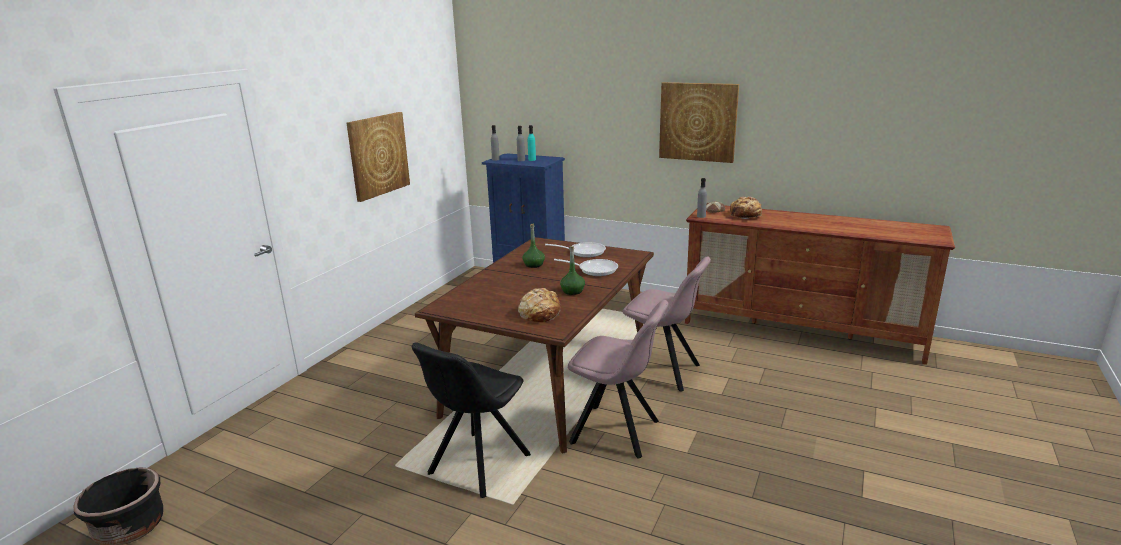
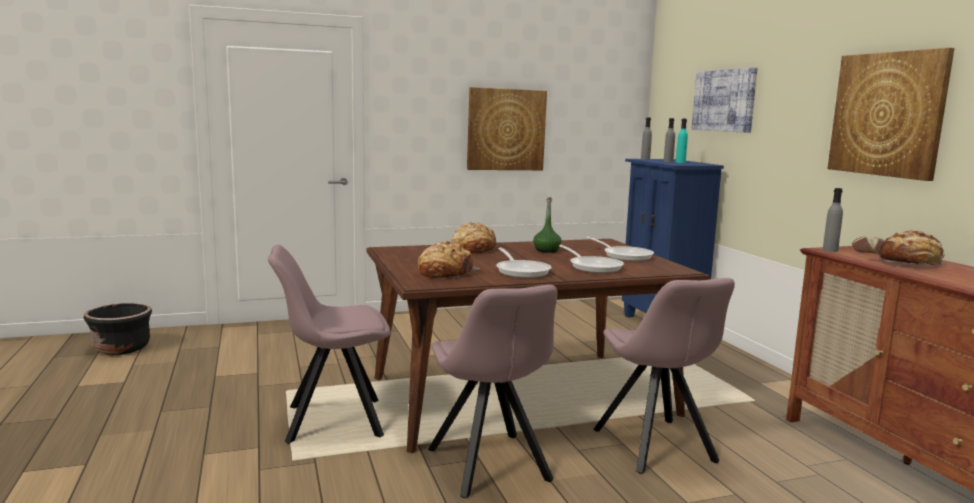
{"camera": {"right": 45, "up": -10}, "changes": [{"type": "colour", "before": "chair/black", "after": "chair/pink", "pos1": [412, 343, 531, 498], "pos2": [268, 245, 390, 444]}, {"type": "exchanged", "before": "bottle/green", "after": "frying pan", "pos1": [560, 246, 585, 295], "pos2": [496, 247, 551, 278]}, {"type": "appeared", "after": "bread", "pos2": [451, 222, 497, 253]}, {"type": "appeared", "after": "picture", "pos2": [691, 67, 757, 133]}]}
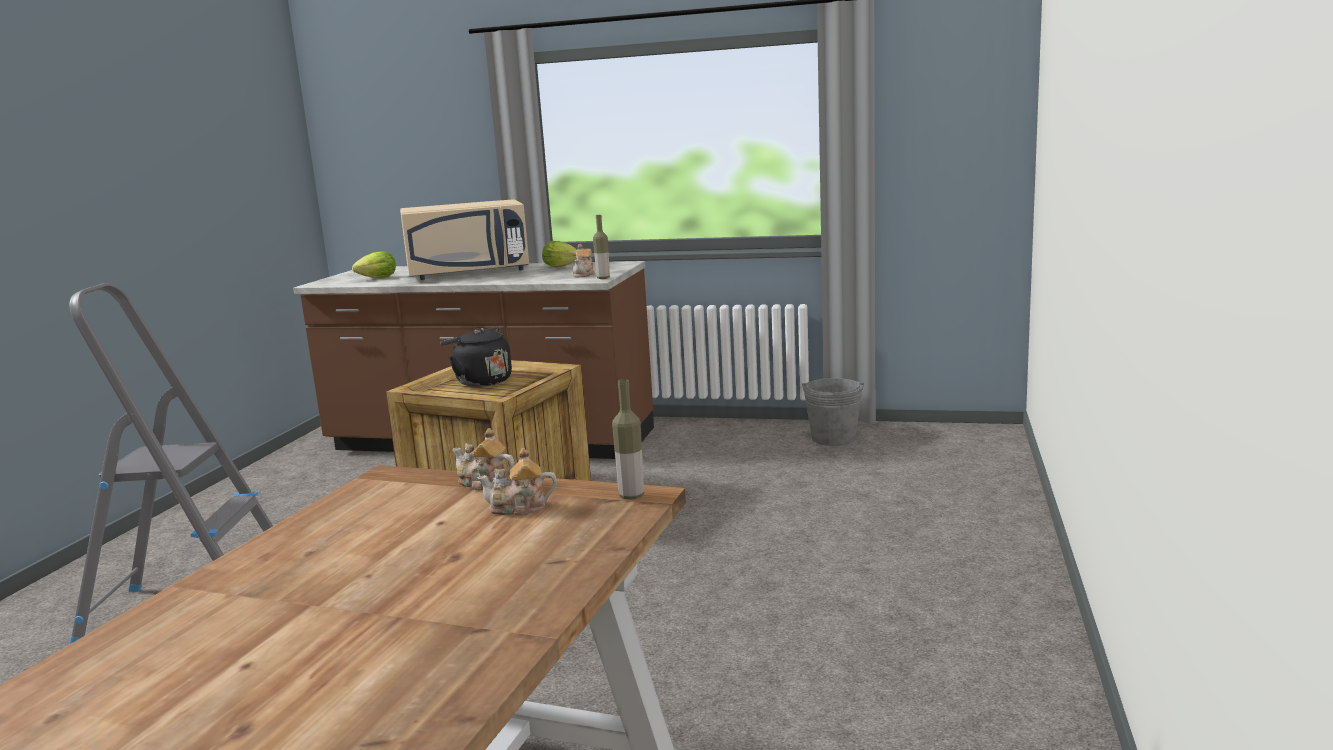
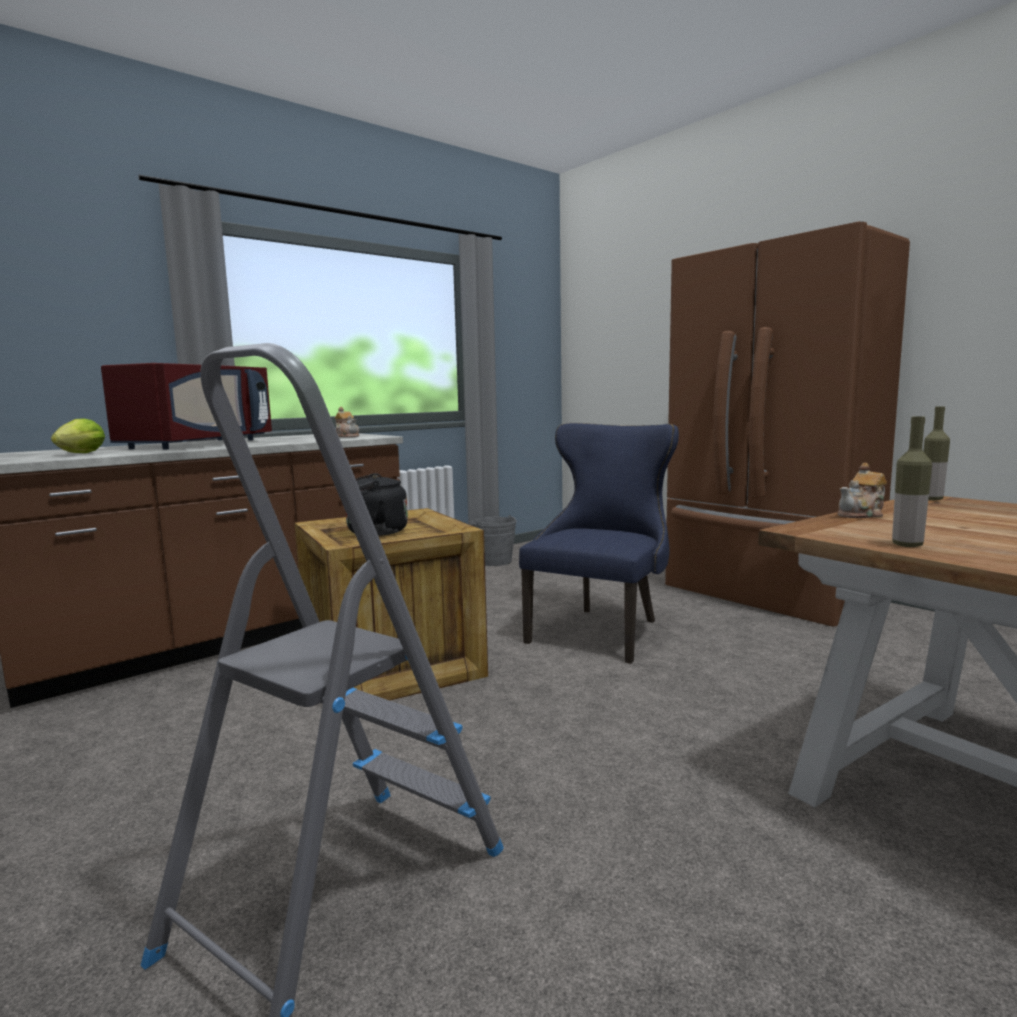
{"camera": {"right": -55, "up": -5}, "changes": [{"type": "colour", "before": "microwave/beige", "after": "microwave/red", "pos1": [400, 199, 529, 280], "pos2": [101, 363, 272, 450]}, {"type": "missing", "before": "teapot", "pos1": [477, 448, 557, 516]}, {"type": "missing", "before": "lettuce", "pos1": [542, 241, 577, 267]}, {"type": "relocated", "before": "bottle", "pos1": [593, 215, 610, 279], "pos2": [892, 416, 932, 547]}, {"type": "appeared", "after": "chair/blue", "pos2": [519, 423, 679, 664]}, {"type": "appeared", "after": "fridge/brown", "pos2": [665, 221, 910, 626]}]}
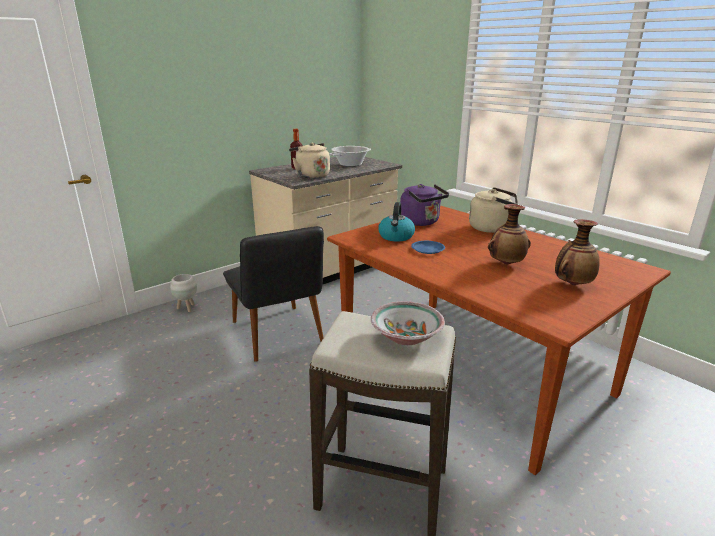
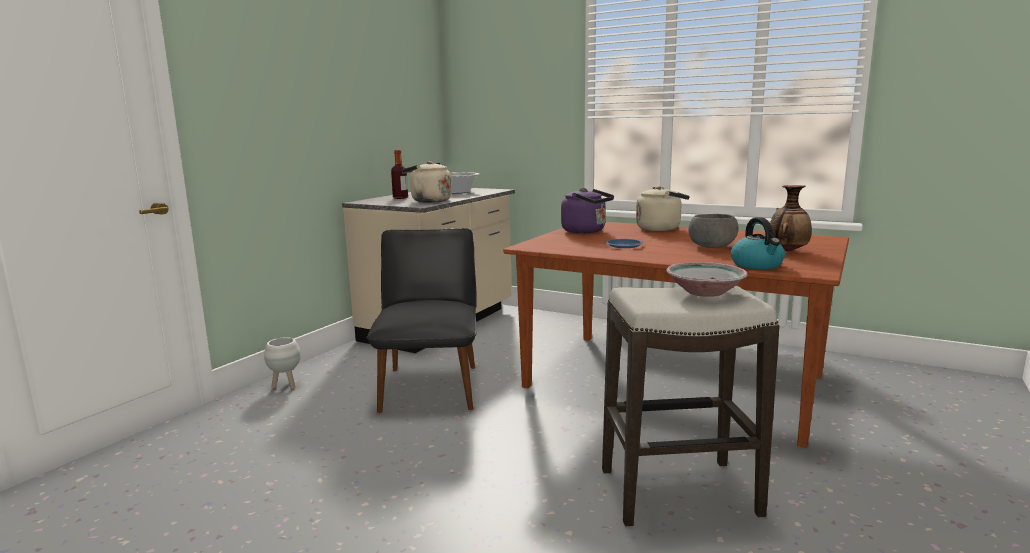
{"camera": {"right": -20, "up": -10}, "changes": [{"type": "spun", "before": "chair/black", "pos1": [223, 226, 324, 362], "pos2": [366, 228, 477, 413], "turn": -135}, {"type": "relocated", "before": "kettle", "pos1": [378, 202, 415, 241], "pos2": [731, 217, 785, 270]}, {"type": "exchanged", "before": "vase", "after": "bowl/grey", "pos1": [488, 204, 531, 265], "pos2": [688, 214, 739, 248]}]}
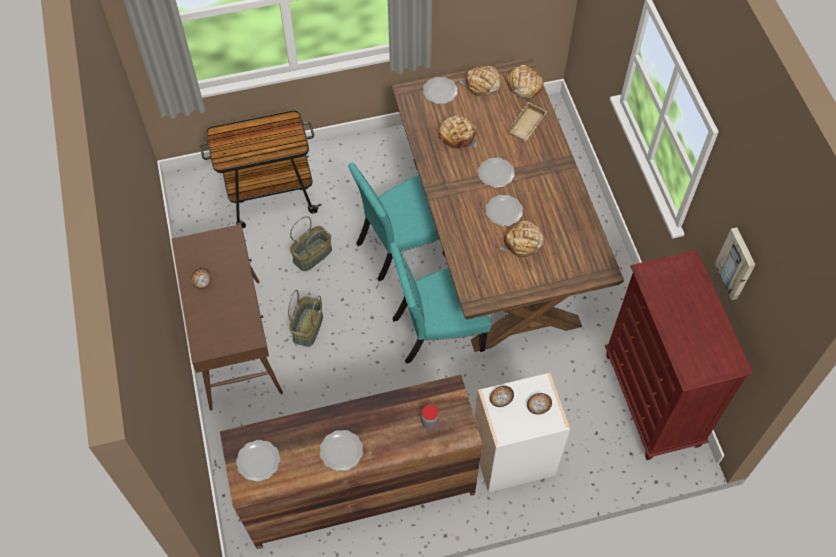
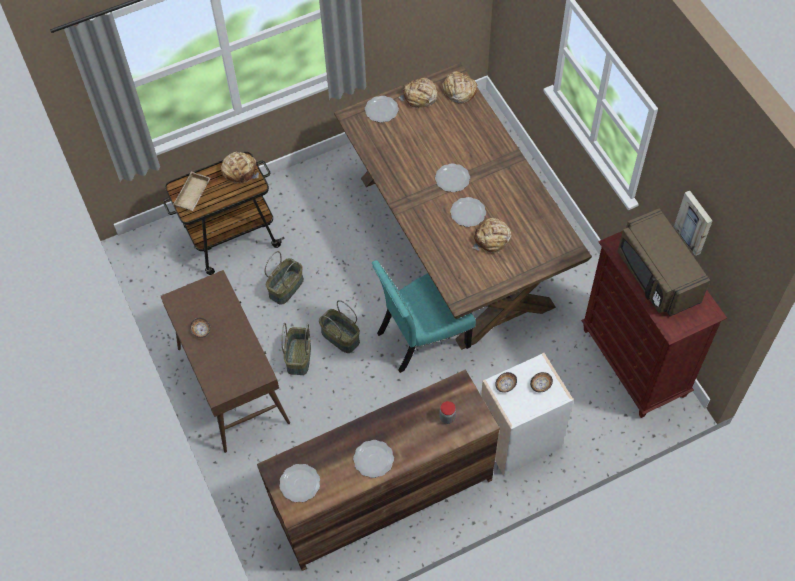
{"camera": {"right": -10, "up": 0}, "changes": [{"type": "missing", "before": "chair/turquoise", "pos1": [348, 163, 445, 281]}, {"type": "relocated", "before": "bread", "pos1": [439, 115, 477, 149], "pos2": [221, 152, 259, 184]}, {"type": "relocated", "before": "tray/beige", "pos1": [507, 102, 548, 141], "pos2": [173, 171, 210, 211]}, {"type": "appeared", "after": "basket", "pos2": [319, 300, 360, 353]}, {"type": "appeared", "after": "microwave/brown", "pos2": [617, 208, 710, 316]}]}
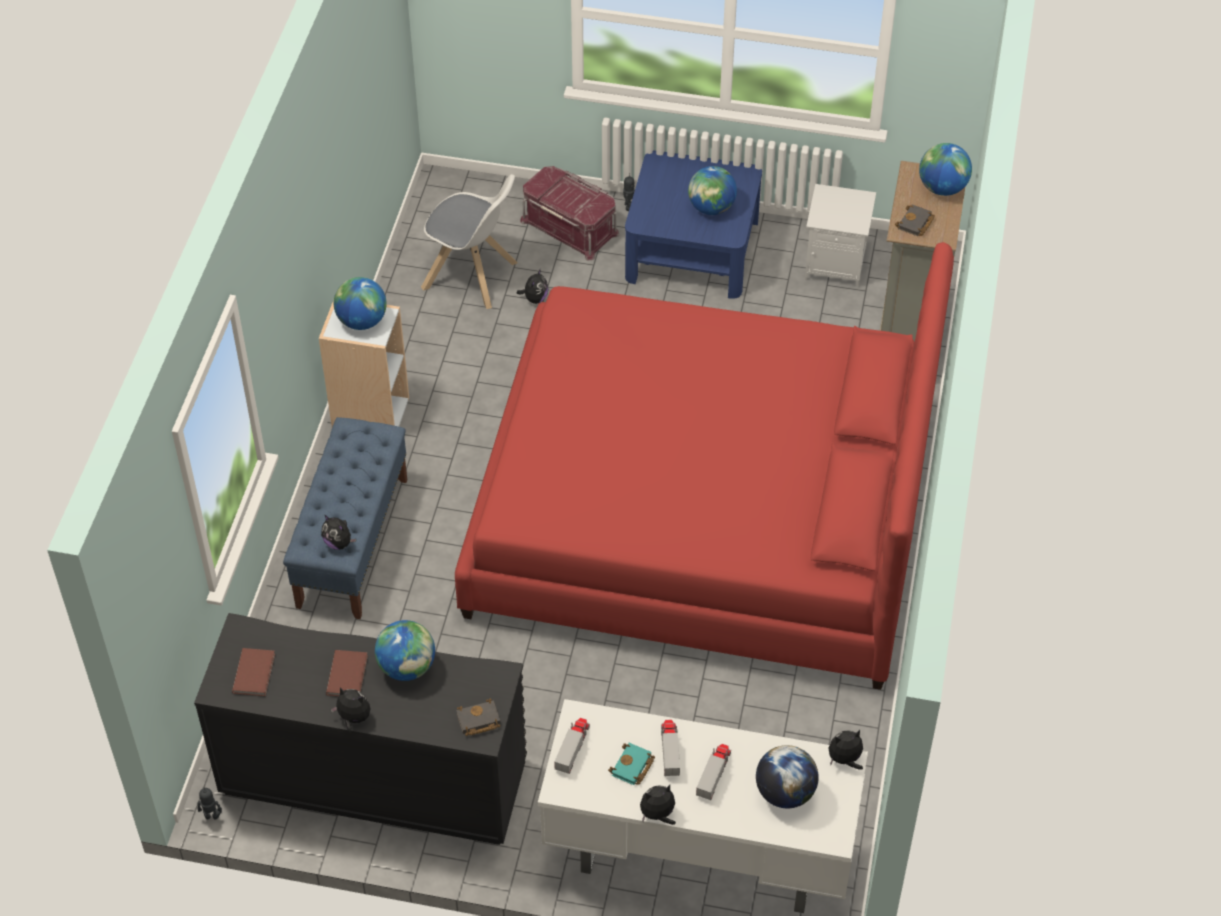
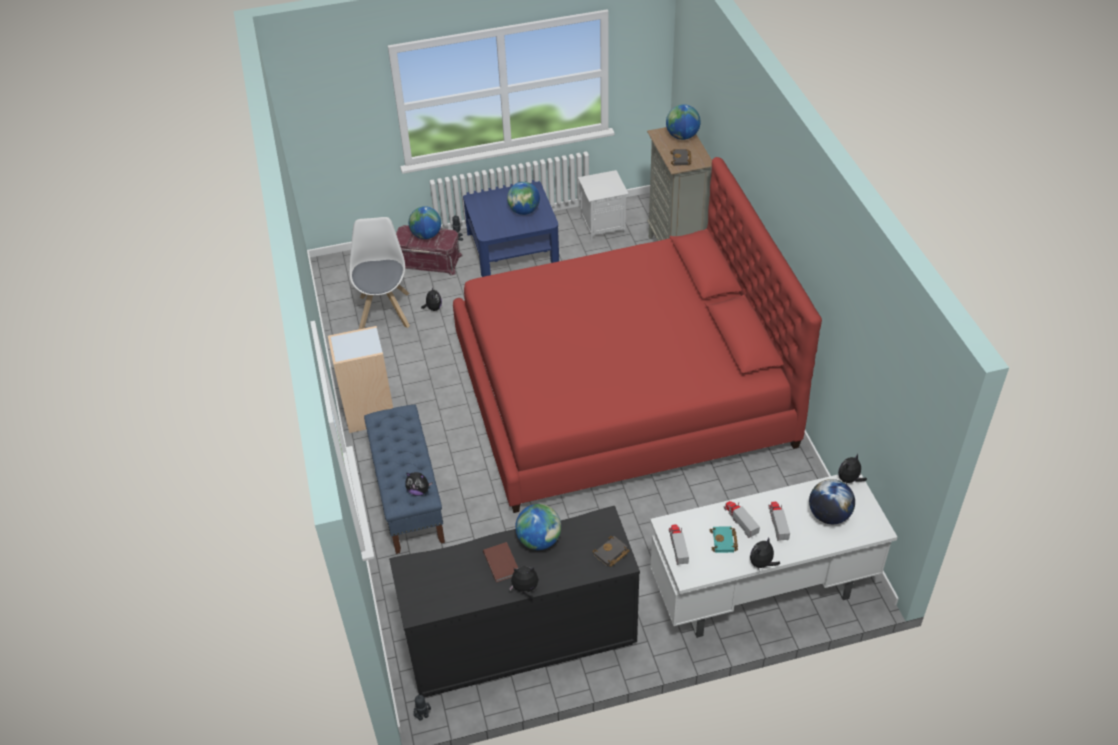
{"camera": {"right": -25, "up": -5}, "changes": [{"type": "missing", "before": "book/brown", "pos1": [232, 648, 275, 696]}, {"type": "relocated", "before": "globe", "pos1": [334, 277, 387, 330], "pos2": [409, 206, 441, 239]}, {"type": "spun", "before": "chair", "pos1": [421, 174, 518, 309], "pos2": [350, 217, 410, 329], "turn": -90}]}
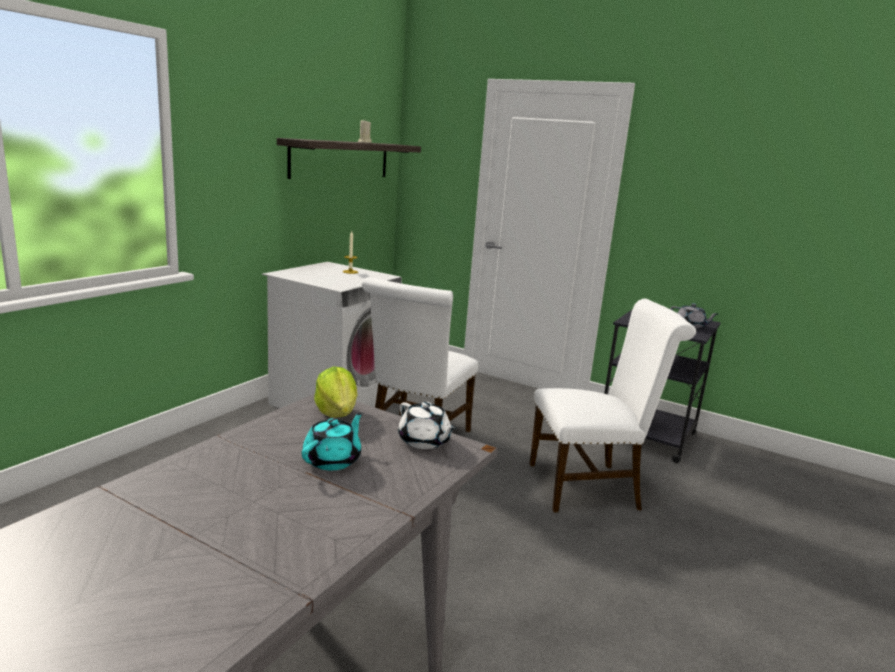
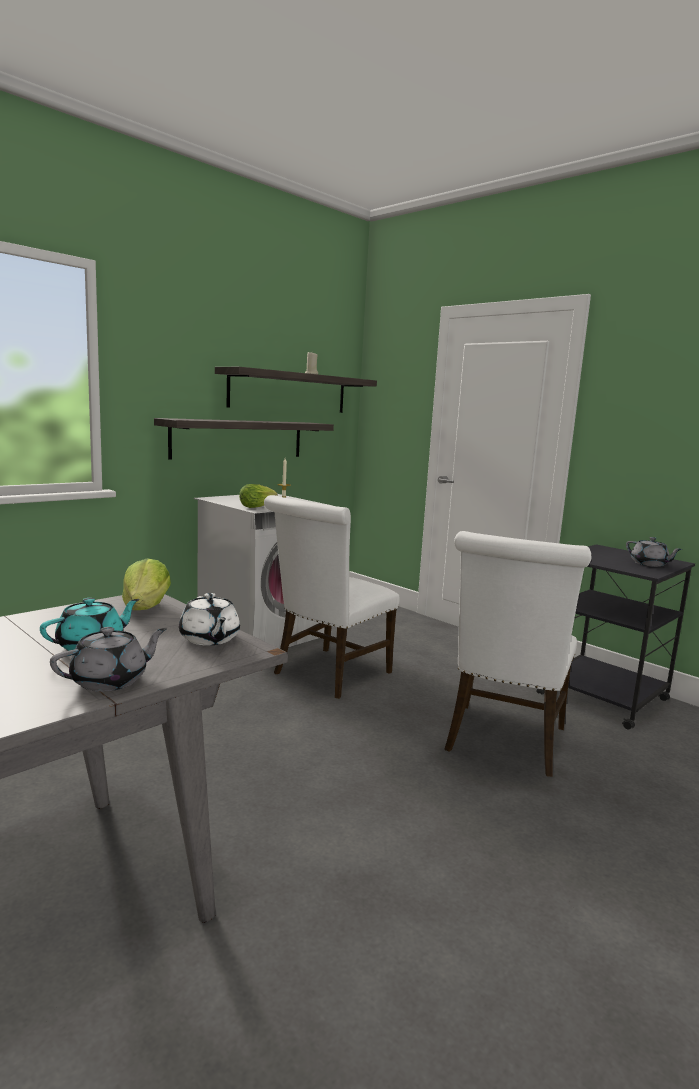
{"camera": {"right": 15, "up": -5}, "changes": [{"type": "spun", "before": "chair/white", "pos1": [530, 299, 696, 512], "pos2": [444, 531, 591, 777], "turn": 105}, {"type": "appeared", "after": "teapot/grey", "pos2": [50, 627, 167, 692]}, {"type": "appeared", "after": "shelf", "pos2": [154, 418, 334, 459]}, {"type": "appeared", "after": "lettuce", "pos2": [239, 484, 277, 508]}]}
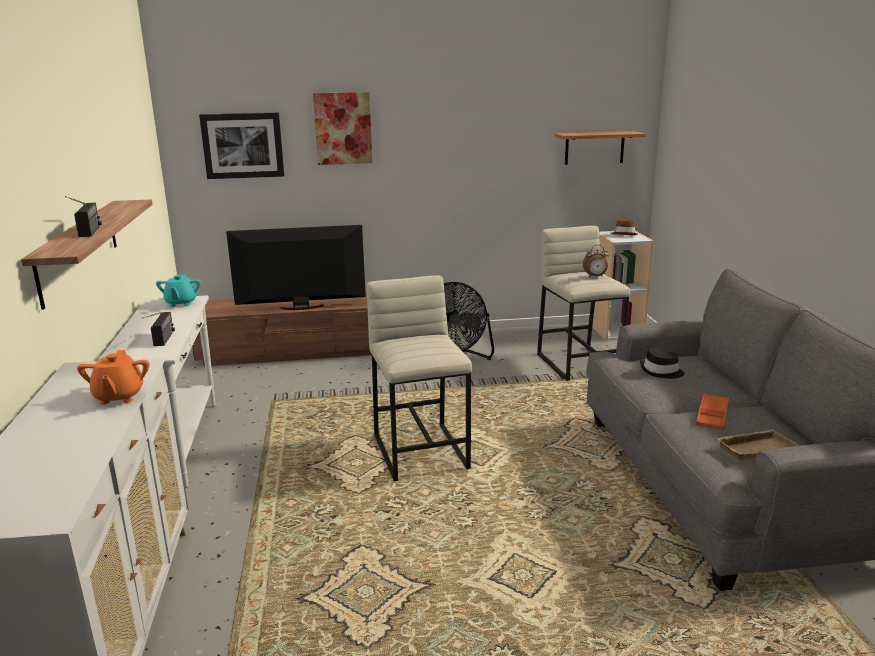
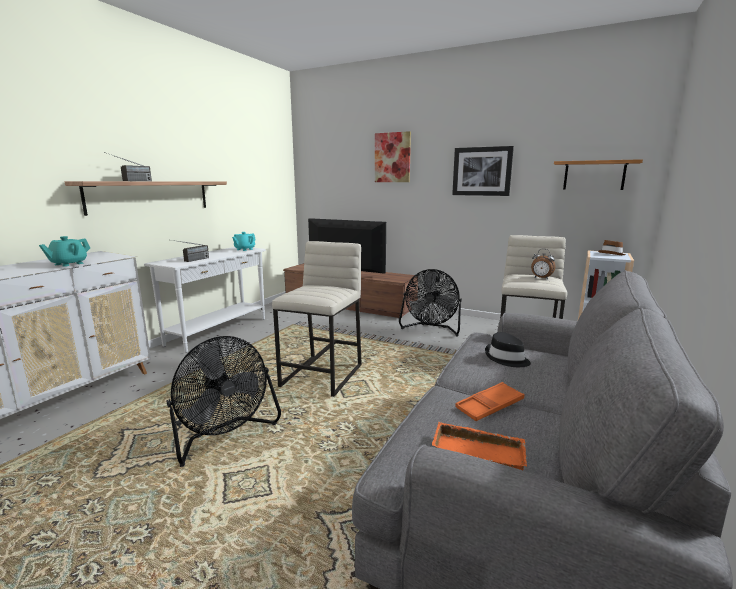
{"camera": {"right": 35, "up": -5}, "changes": [{"type": "colour", "before": "teapot/orange", "after": "teapot/turquoise", "pos1": [77, 350, 150, 405], "pos2": [39, 236, 90, 267]}, {"type": "relocated", "before": "picture", "pos1": [199, 113, 284, 179], "pos2": [452, 146, 514, 196]}, {"type": "colour", "before": "tray/beige", "after": "tray/orange", "pos1": [716, 430, 799, 461], "pos2": [432, 422, 527, 470]}, {"type": "appeared", "after": "fan/black", "pos2": [166, 336, 281, 467]}]}
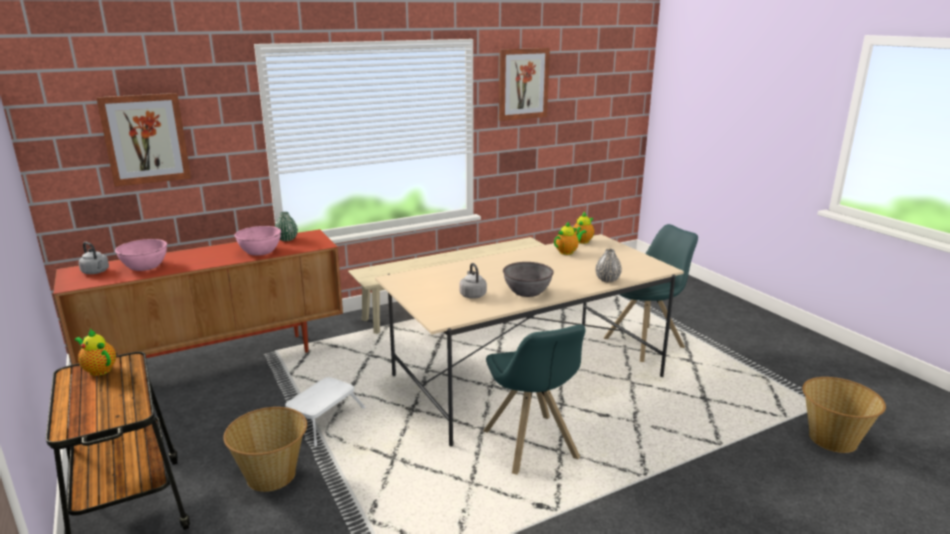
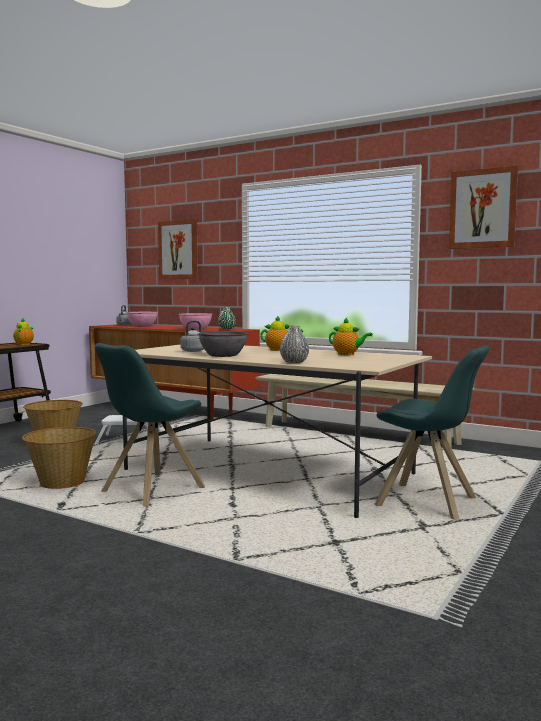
{"camera": {"right": 60, "up": -15}, "changes": [{"type": "relocated", "before": "teapot", "pos1": [573, 212, 594, 244], "pos2": [260, 315, 303, 351]}, {"type": "relocated", "before": "basket", "pos1": [802, 377, 886, 453], "pos2": [22, 427, 96, 489]}]}
